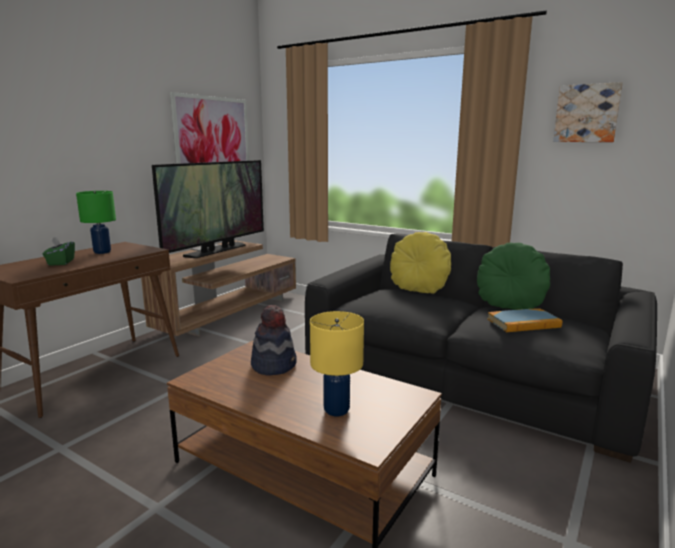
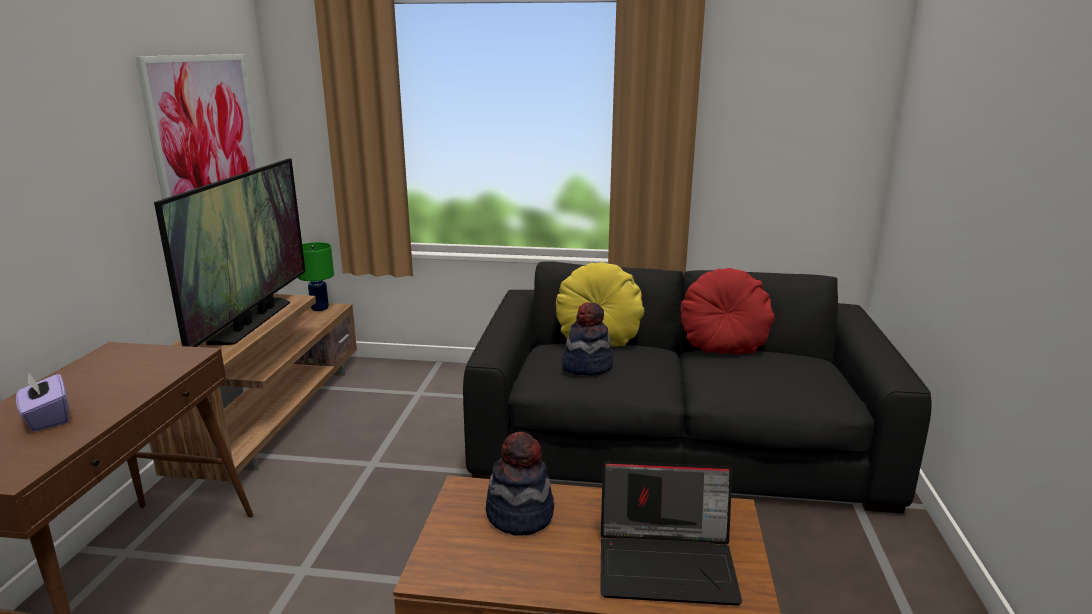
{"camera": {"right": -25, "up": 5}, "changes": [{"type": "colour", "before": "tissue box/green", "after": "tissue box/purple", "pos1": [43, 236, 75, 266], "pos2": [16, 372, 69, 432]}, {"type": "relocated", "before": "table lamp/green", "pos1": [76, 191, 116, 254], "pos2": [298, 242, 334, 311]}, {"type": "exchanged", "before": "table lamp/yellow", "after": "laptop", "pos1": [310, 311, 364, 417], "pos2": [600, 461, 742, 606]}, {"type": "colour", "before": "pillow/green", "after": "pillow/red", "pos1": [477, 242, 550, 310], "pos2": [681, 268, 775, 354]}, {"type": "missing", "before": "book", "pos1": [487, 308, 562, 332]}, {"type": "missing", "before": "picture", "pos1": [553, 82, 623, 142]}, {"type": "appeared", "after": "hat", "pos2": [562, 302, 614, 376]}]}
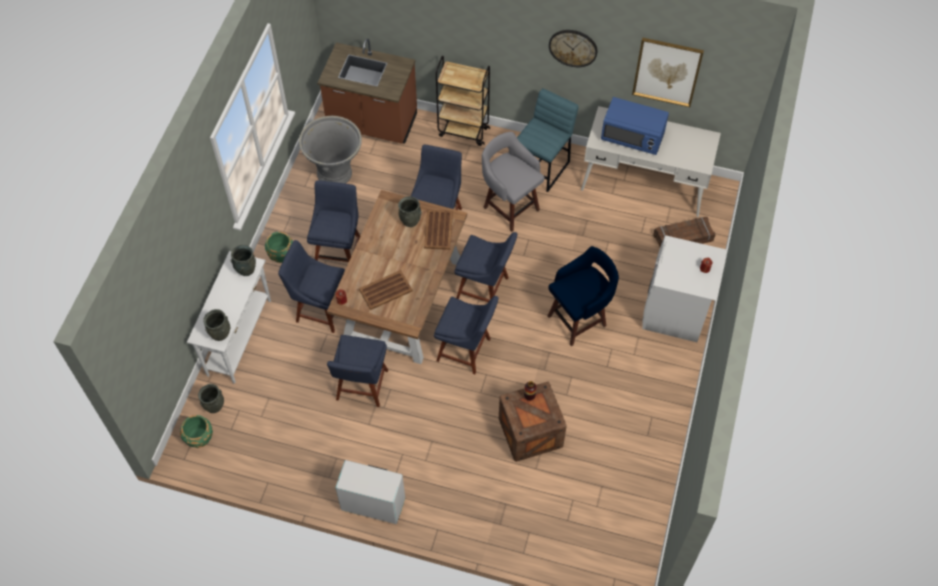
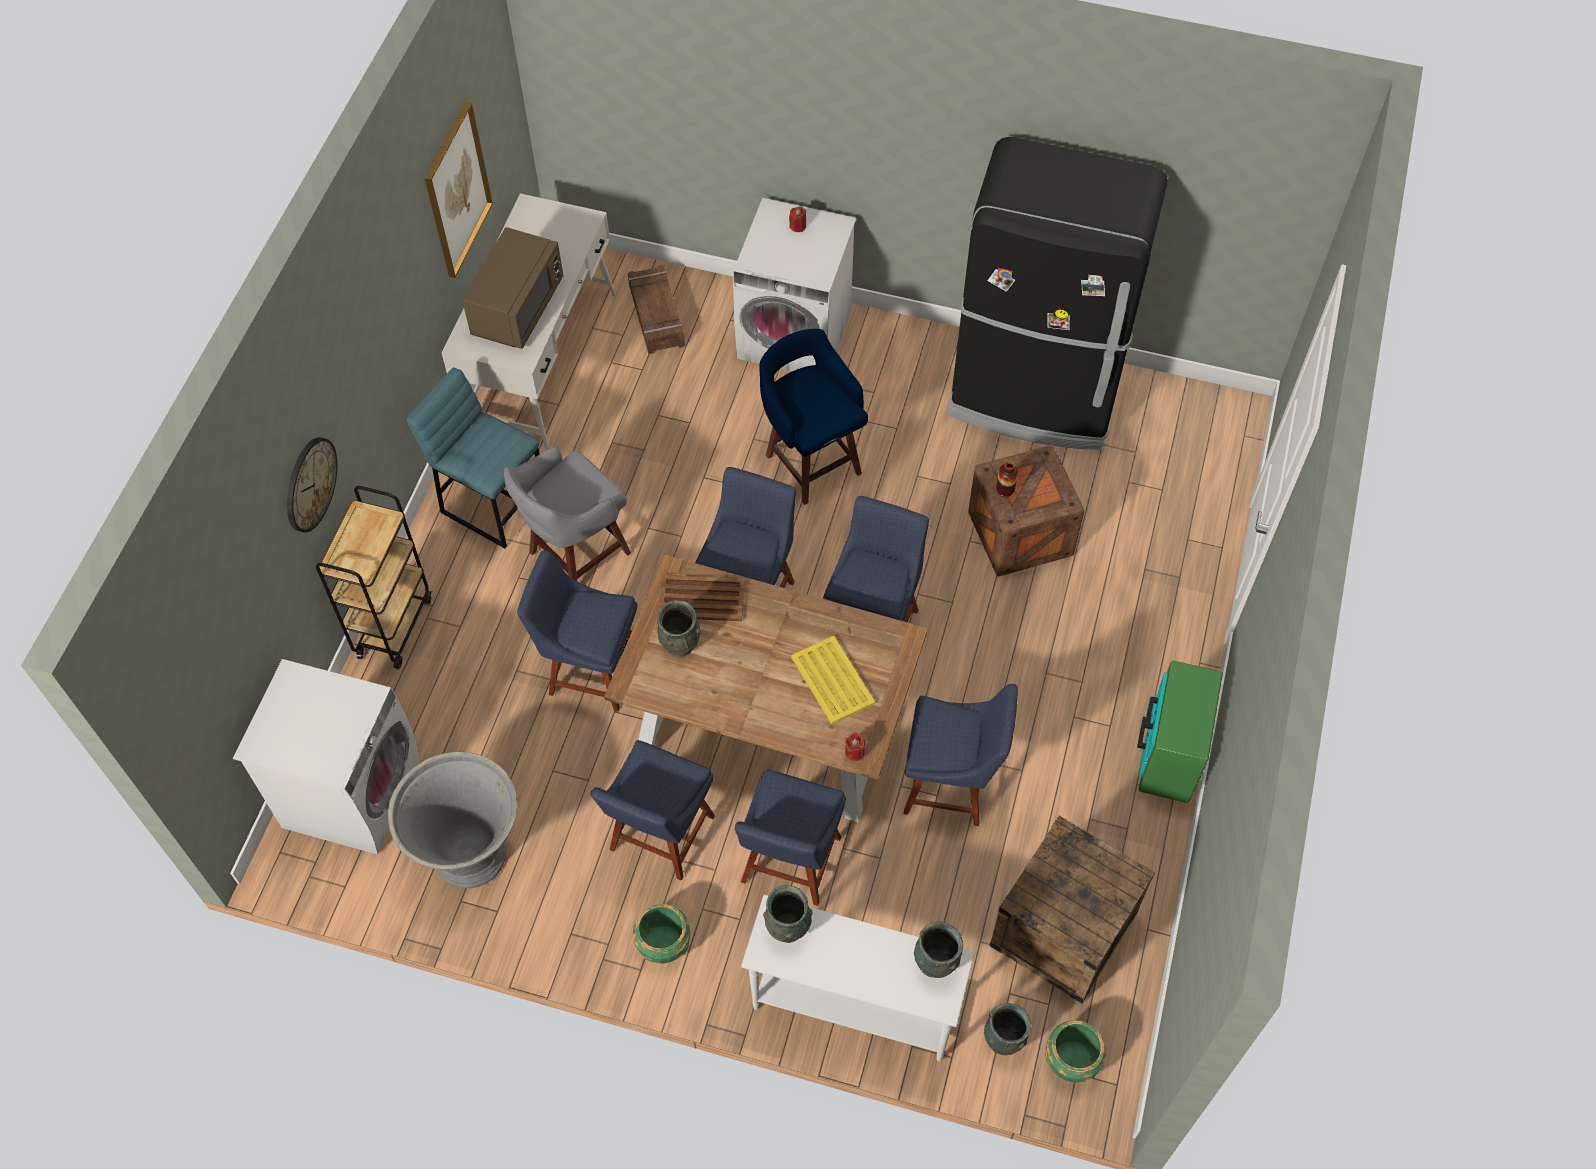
{"camera": {"right": -90, "up": 0}, "changes": [{"type": "spun", "before": "chair/blue", "pos1": [307, 180, 360, 262], "pos2": [591, 740, 715, 881], "turn": -75}, {"type": "exchanged", "before": "counter/brown", "after": "washing machine/white", "pos1": [317, 38, 417, 144], "pos2": [233, 659, 420, 855]}, {"type": "colour", "before": "nightstand/white", "after": "nightstand/green", "pos1": [335, 460, 405, 524], "pos2": [1137, 661, 1223, 803]}, {"type": "colour", "before": "tray/brown", "after": "tray/yellow", "pos1": [359, 270, 413, 310], "pos2": [791, 636, 875, 724]}, {"type": "relocated", "before": "wall clock", "pos1": [549, 30, 597, 67], "pos2": [287, 437, 337, 533]}, {"type": "colour", "before": "microwave/blue", "after": "microwave/brown", "pos1": [601, 97, 669, 155], "pos2": [462, 227, 563, 349]}, {"type": "appeared", "after": "fridge/black", "pos2": [947, 137, 1168, 450]}, {"type": "appeared", "after": "crate", "pos2": [989, 816, 1155, 1004]}]}
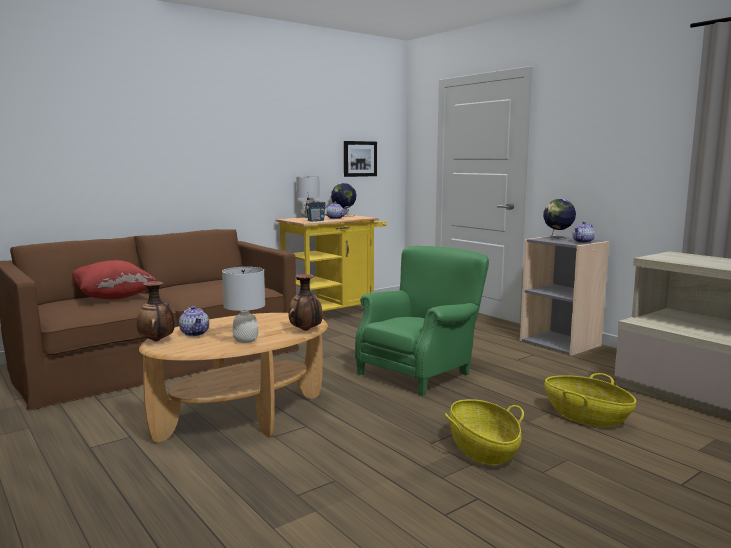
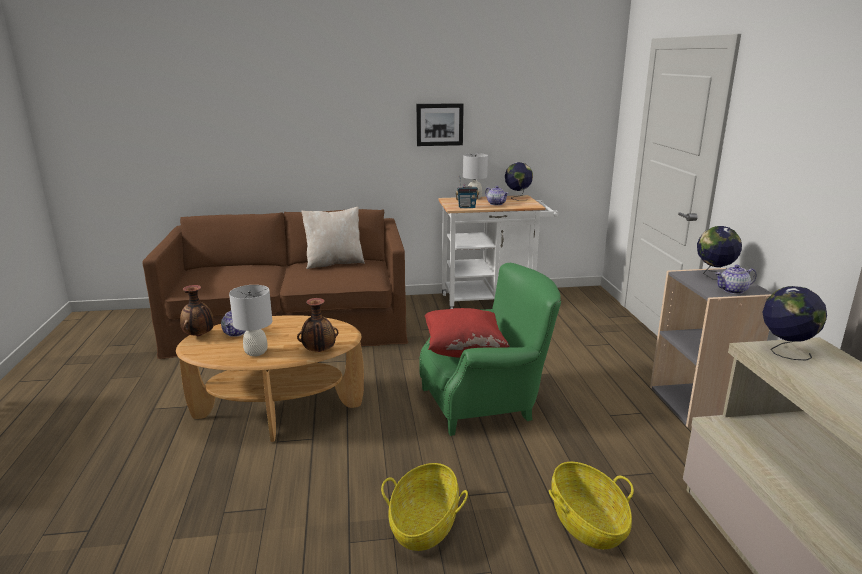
{"camera": {"right": 30, "up": 10}, "changes": [{"type": "relocated", "before": "pillow/red", "pos1": [72, 260, 156, 299], "pos2": [425, 308, 510, 358]}, {"type": "colour", "before": "cart/yellow", "after": "cart/white", "pos1": [275, 214, 387, 311], "pos2": [438, 195, 558, 309]}, {"type": "relocated", "before": "picture", "pos1": [344, 141, 377, 177], "pos2": [416, 103, 464, 146]}, {"type": "appeared", "after": "pillow/beige", "pos2": [302, 207, 365, 269]}, {"type": "appeared", "after": "globe", "pos2": [762, 286, 827, 361]}]}
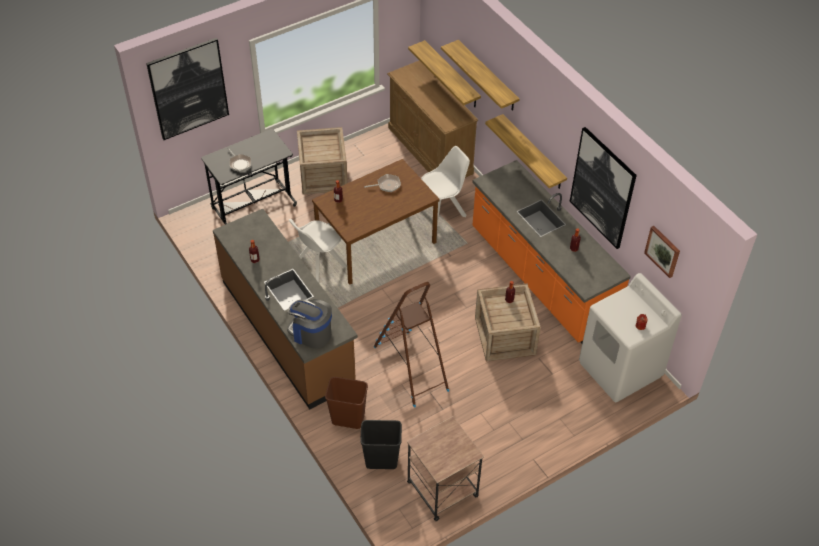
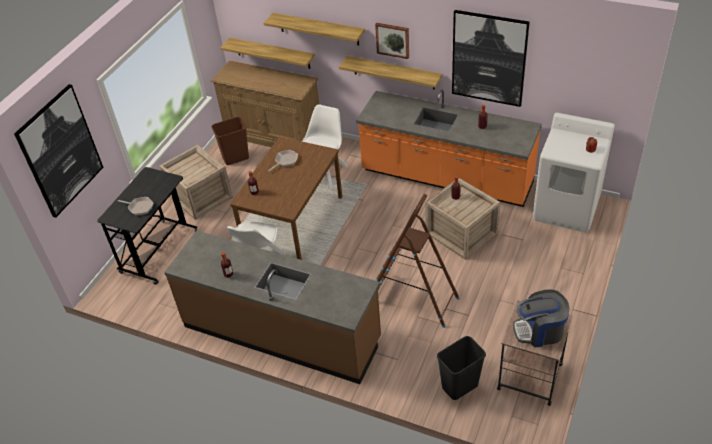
{"camera": {"right": -30, "up": -5}, "changes": [{"type": "relocated", "before": "coffee machine", "pos1": [287, 299, 332, 349], "pos2": [513, 289, 570, 347]}, {"type": "relocated", "before": "trash can/brown", "pos1": [325, 377, 368, 429], "pos2": [212, 117, 249, 165]}, {"type": "relocated", "before": "picture", "pos1": [644, 226, 680, 278], "pos2": [375, 23, 409, 59]}]}
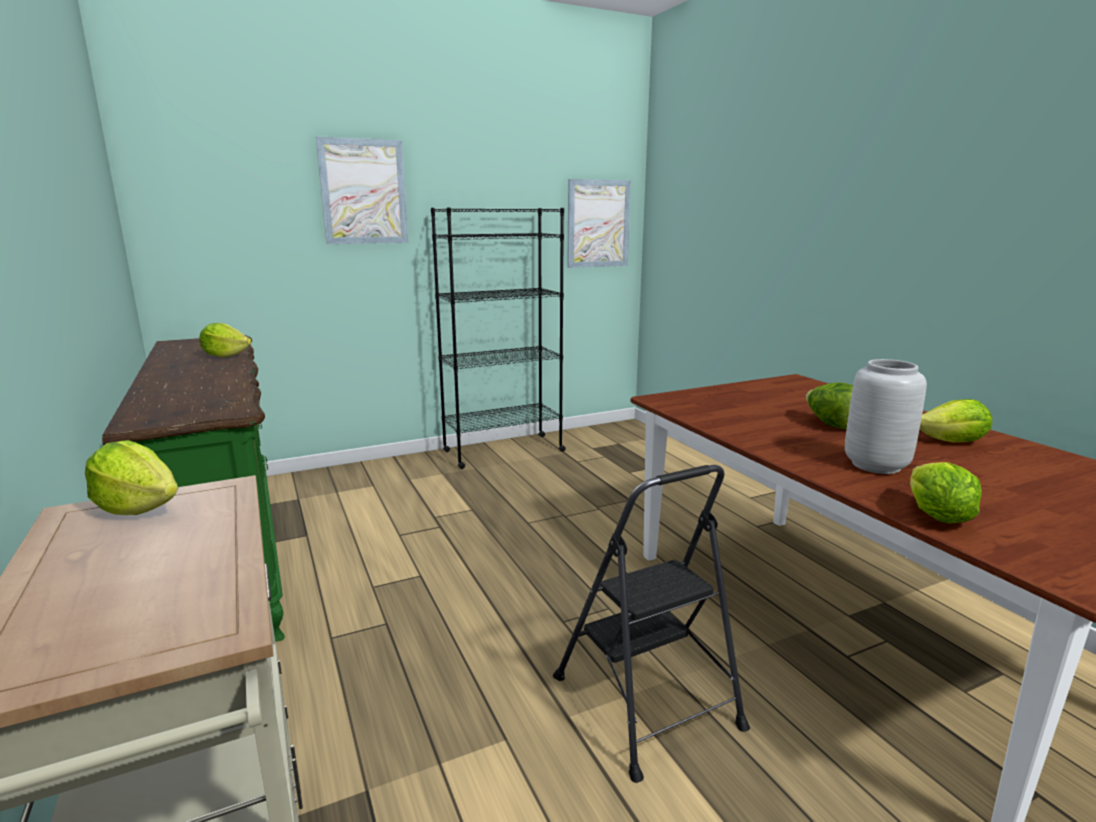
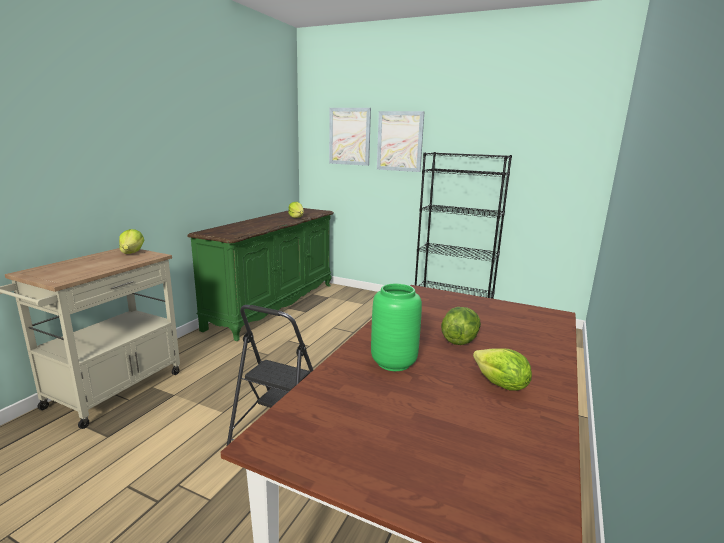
{"camera": {"right": 50, "up": 0}, "changes": [{"type": "relocated", "before": "picture", "pos1": [567, 179, 631, 268], "pos2": [329, 108, 371, 166]}, {"type": "colour", "before": "vase/grey", "after": "vase/green", "pos1": [845, 359, 927, 474], "pos2": [371, 284, 422, 371]}, {"type": "missing", "before": "lettuce", "pos1": [910, 462, 982, 523]}]}
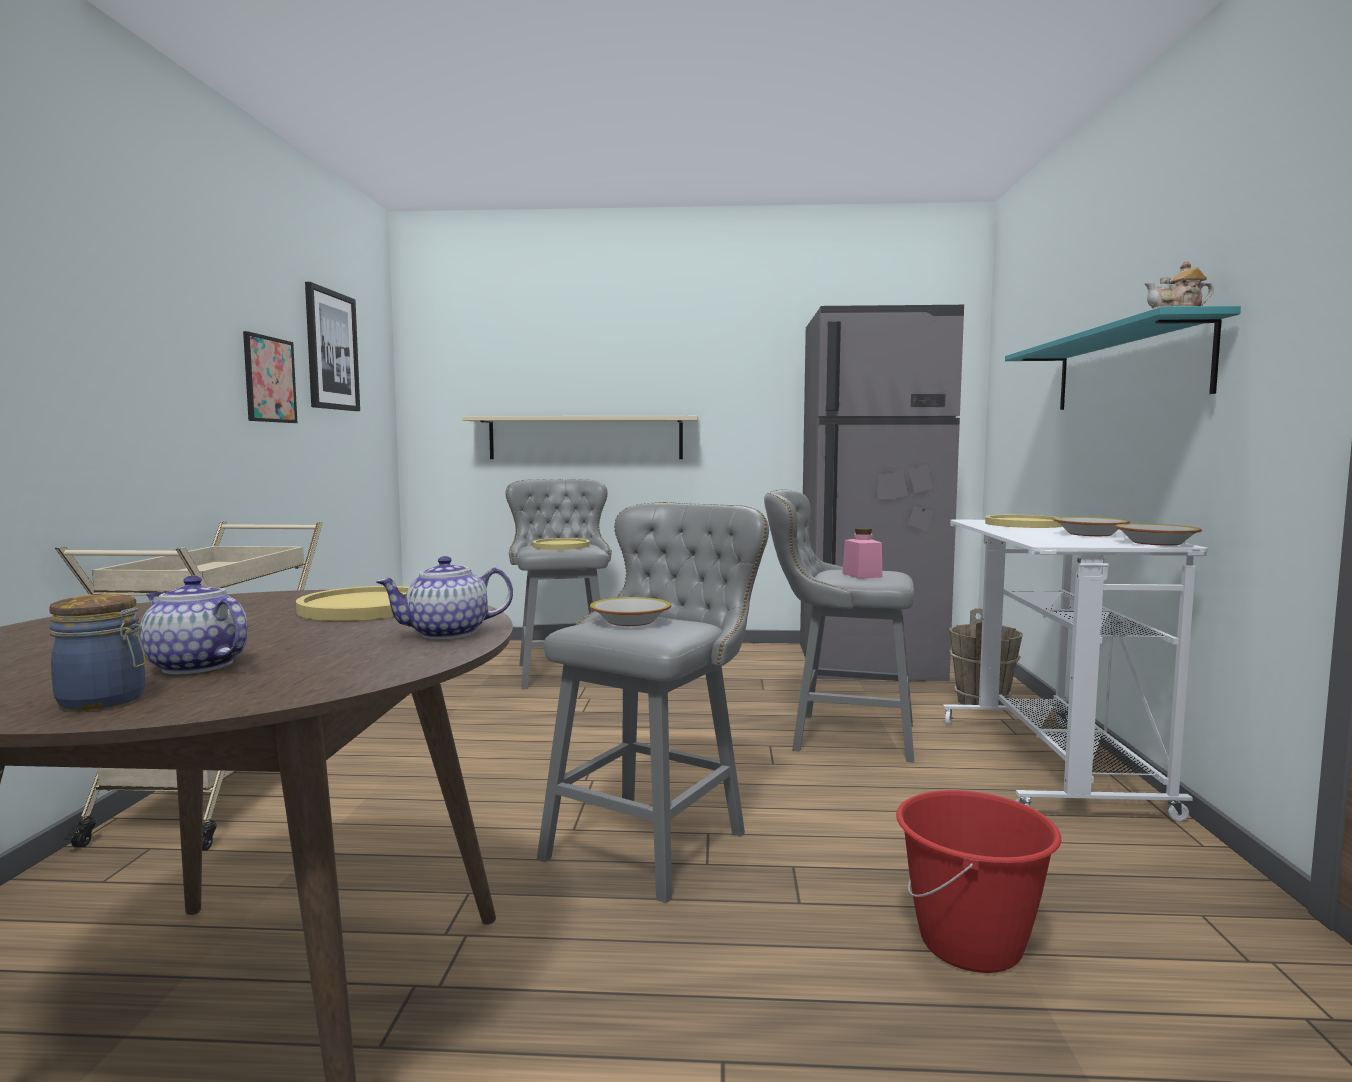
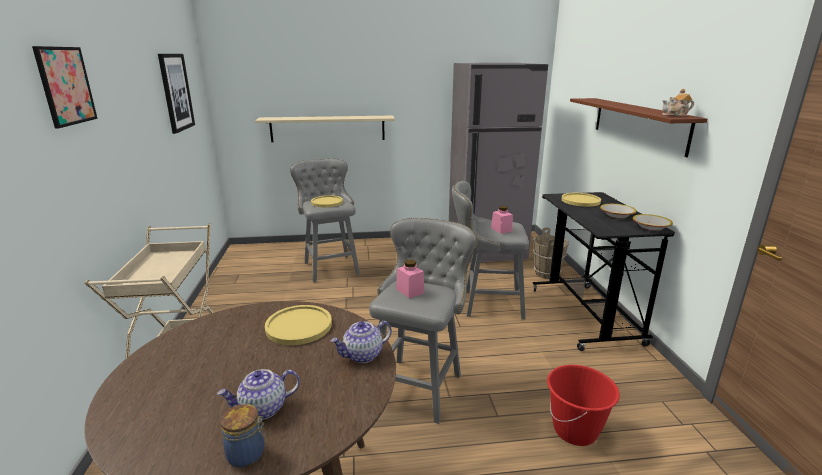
{"camera": {"right": -10, "up": 15}, "changes": [{"type": "spun", "before": "teapot", "pos1": [140, 576, 248, 674], "pos2": [217, 369, 300, 420], "turn": -45}, {"type": "relocated", "before": "picture", "pos1": [243, 331, 297, 423], "pos2": [32, 46, 98, 129]}, {"type": "exchanged", "before": "bowl", "after": "jar/pink", "pos1": [590, 597, 671, 626], "pos2": [396, 259, 425, 298]}, {"type": "colour", "before": "desk/white", "after": "desk/black", "pos1": [943, 520, 1208, 822], "pos2": [533, 192, 675, 351]}, {"type": "colour", "before": "shelf/turquoise", "after": "shelf/brown", "pos1": [1005, 306, 1241, 410], "pos2": [570, 98, 707, 157]}]}
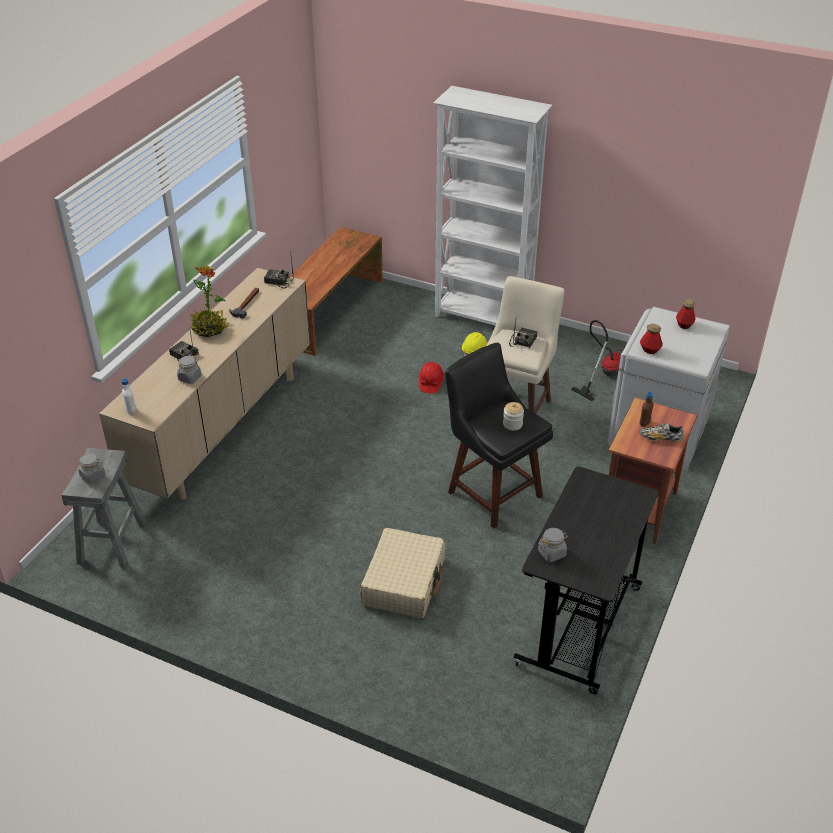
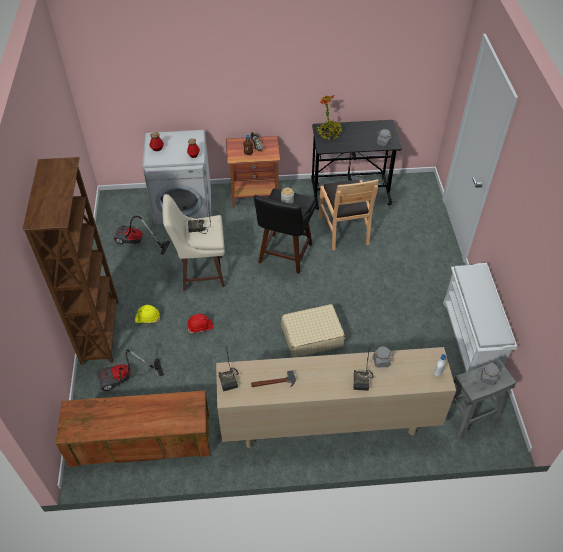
{"camera": {"right": -120, "up": 10}, "changes": [{"type": "relocated", "before": "potted plant", "pos1": [190, 266, 228, 337], "pos2": [317, 95, 342, 140]}, {"type": "relocated", "before": "suitcase/beige", "pos1": [360, 527, 445, 619], "pos2": [281, 304, 345, 358]}, {"type": "colour", "before": "bookcase/white", "after": "bookcase/brown", "pos1": [433, 86, 553, 326], "pos2": [22, 157, 119, 365]}, {"type": "appeared", "after": "vacuum cleaner", "pos2": [97, 349, 164, 391]}, {"type": "appeared", "after": "chair/brown", "pos2": [319, 179, 378, 250]}, {"type": "appeared", "after": "shoe rack/white", "pos2": [443, 263, 517, 373]}]}
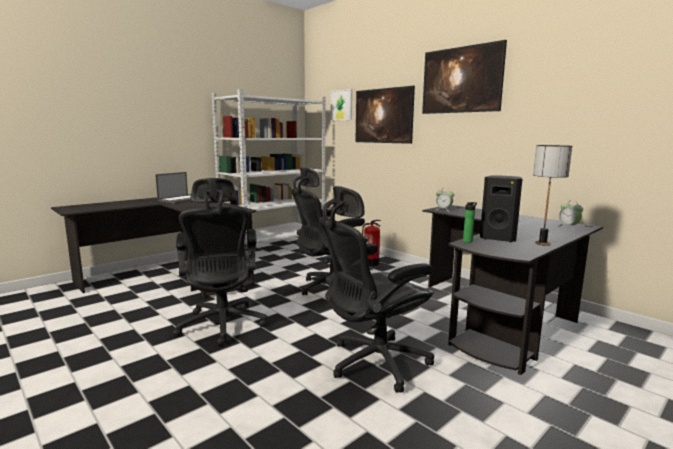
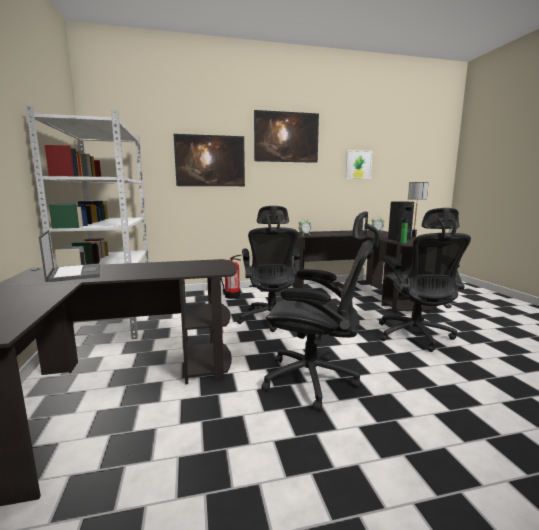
{"camera": {"right": -60, "up": 0}, "changes": [{"type": "relocated", "before": "picture", "pos1": [330, 89, 352, 121], "pos2": [346, 150, 373, 179]}]}
